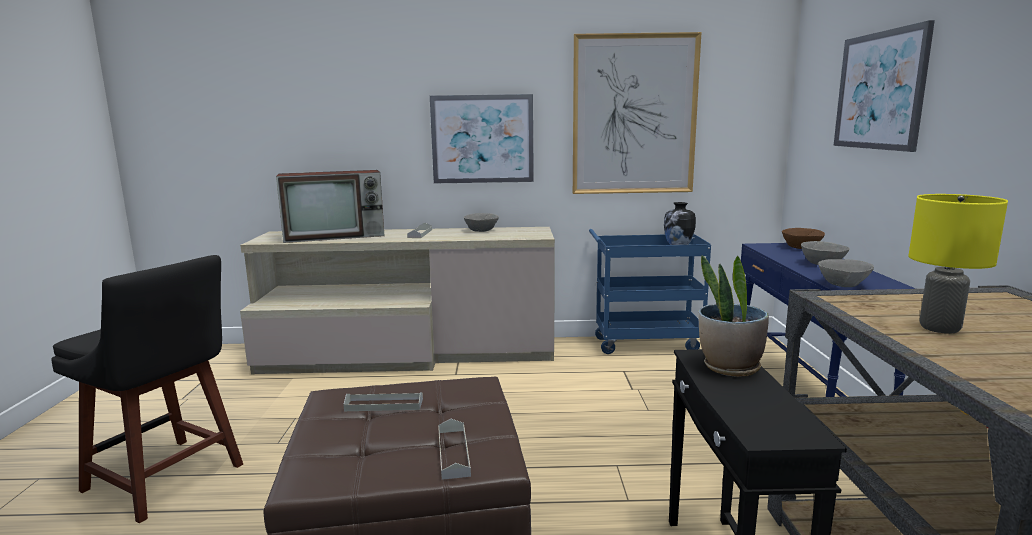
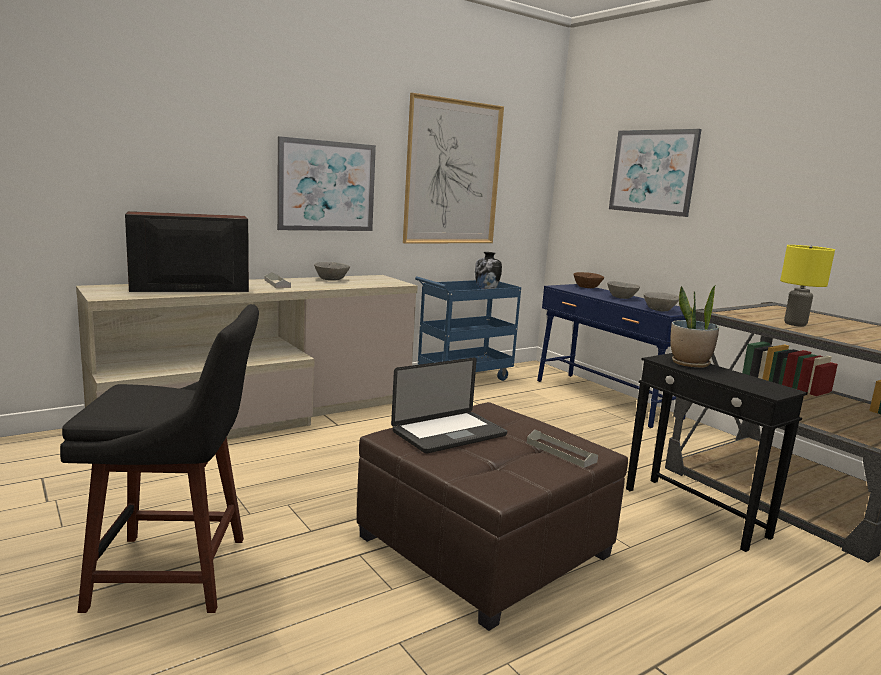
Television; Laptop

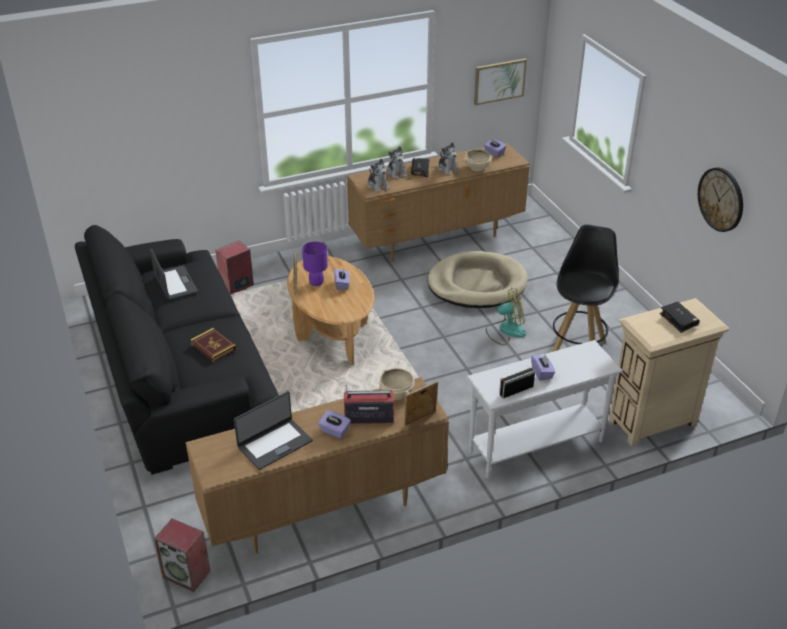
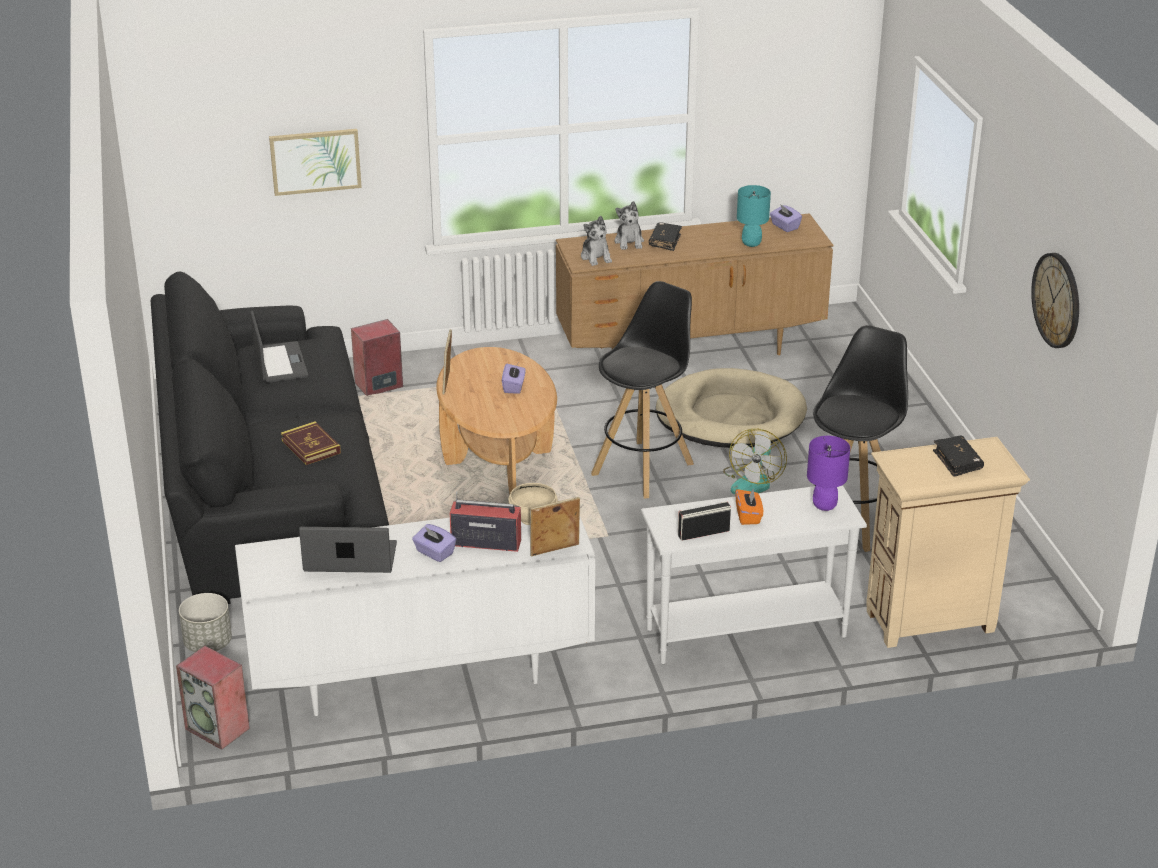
WhiteDresser; Laptop (2nd from left); PurpleTableLamp; PlushToy (3rd from left in the first image); TurquoiseTableLamp; Picture; Fan; OrangeTissueBox; GreyPlanter; BlackStool (1st from left)

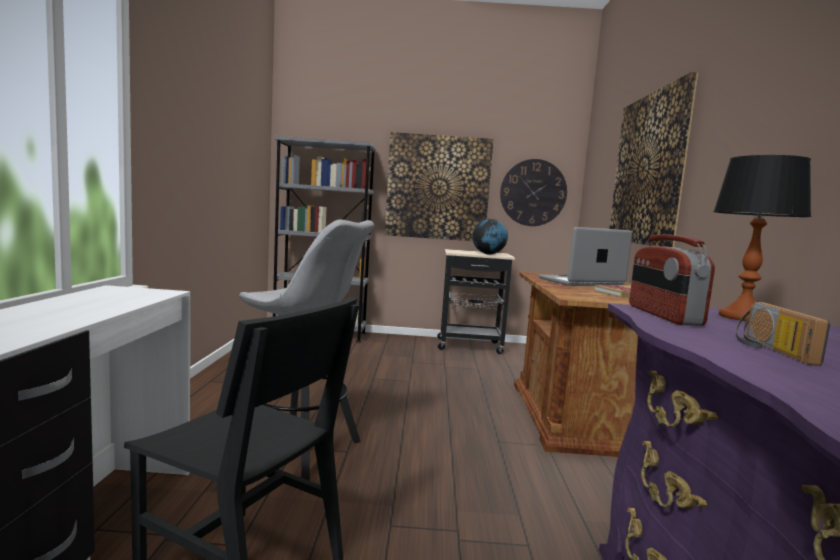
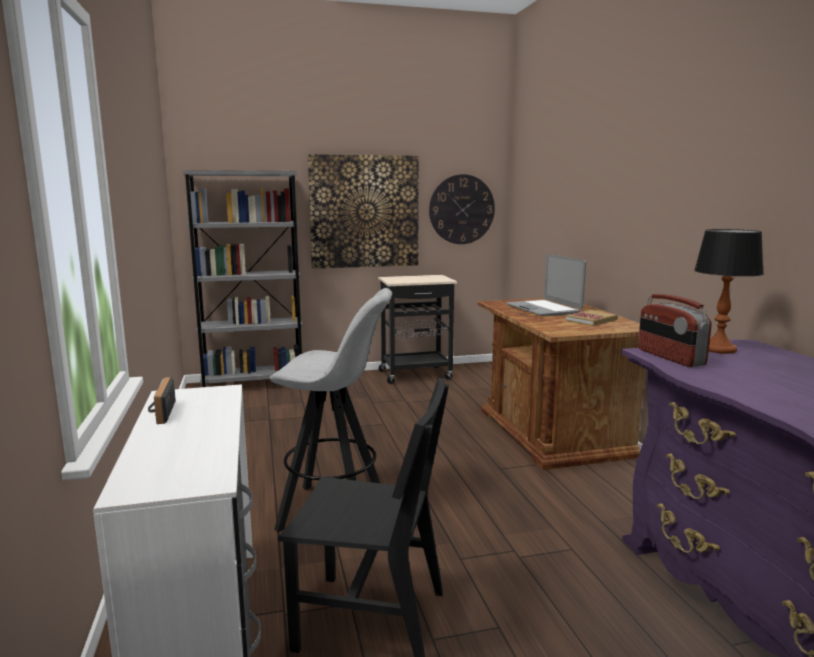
Globe; Laptop; Picture (2nd from left in the first image); Radio (1st from left)

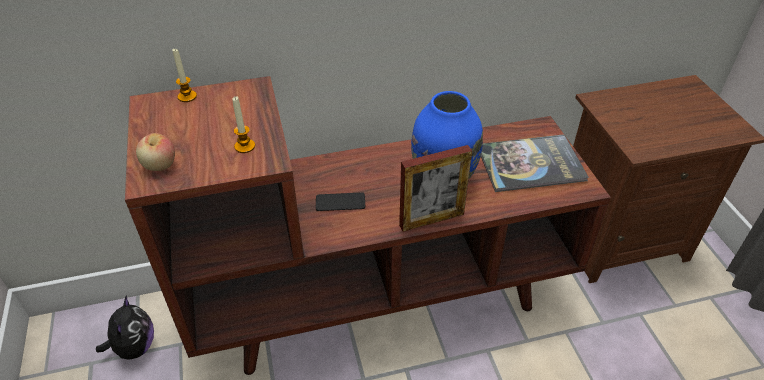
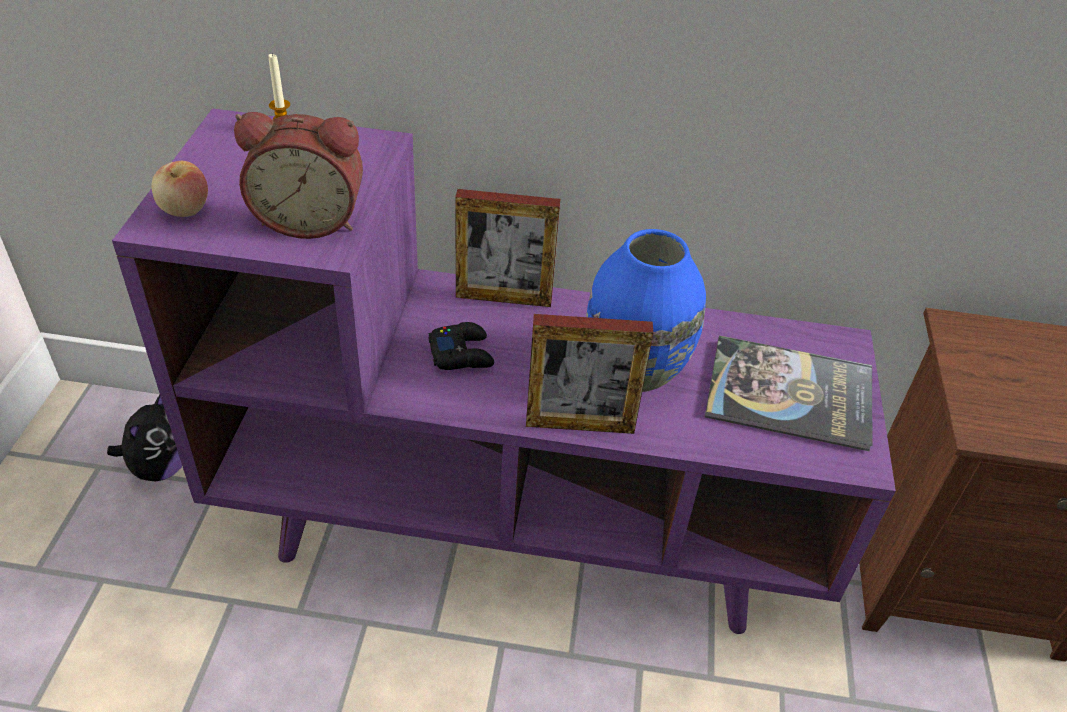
PurpleTvStand; AlarmClock; BlackGameController; PictureFrame (1st from left)

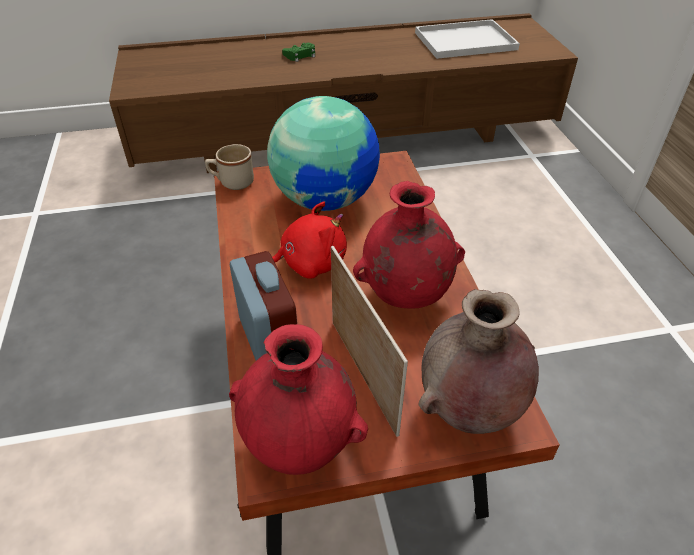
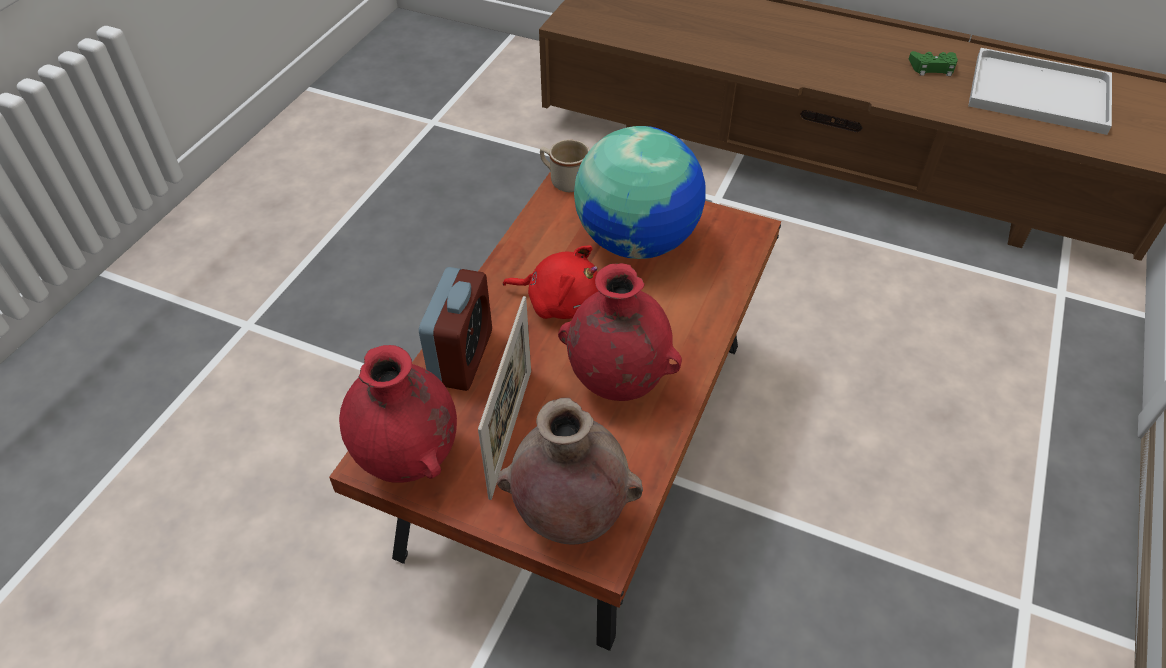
GreenGameController

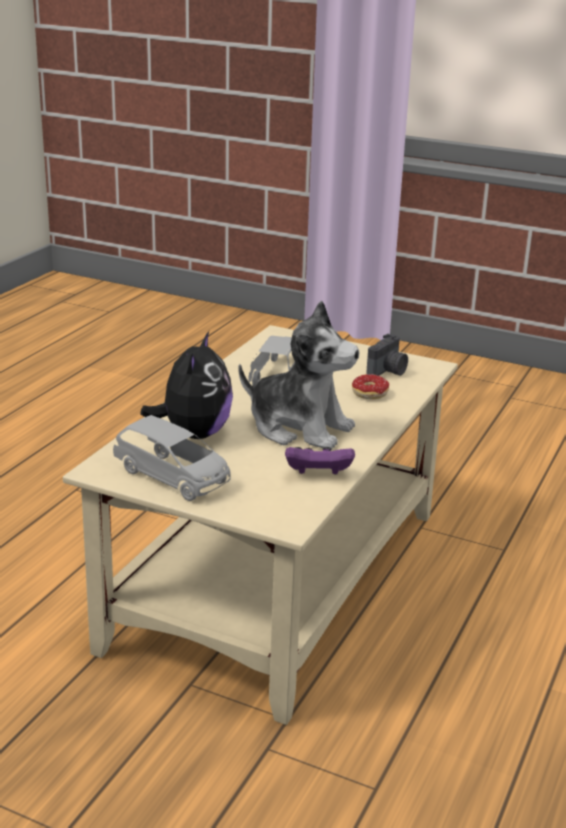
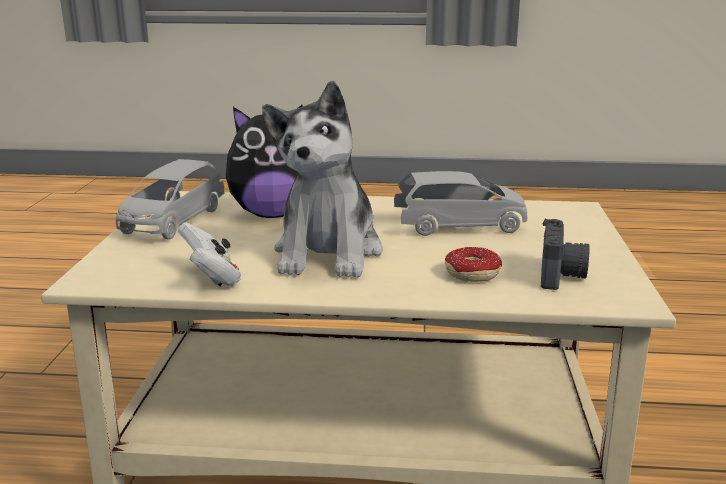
WhiteGameController; PhotoCamera

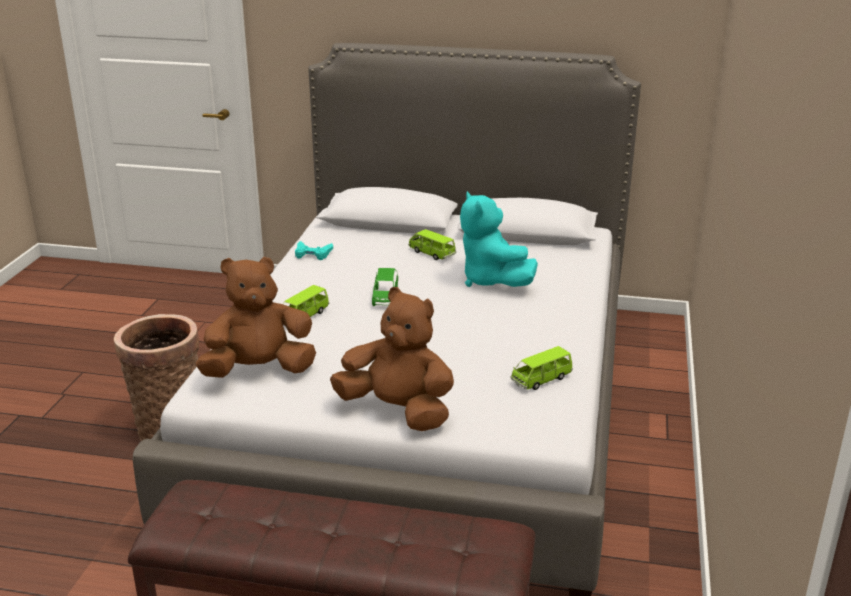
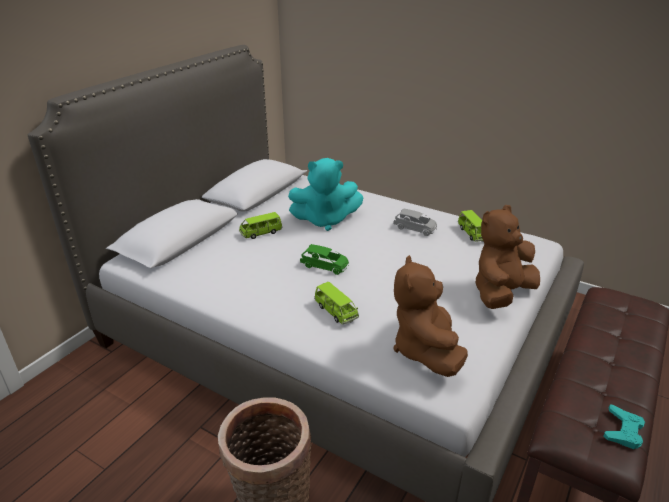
TurquoiseGameController; GreyToyCar

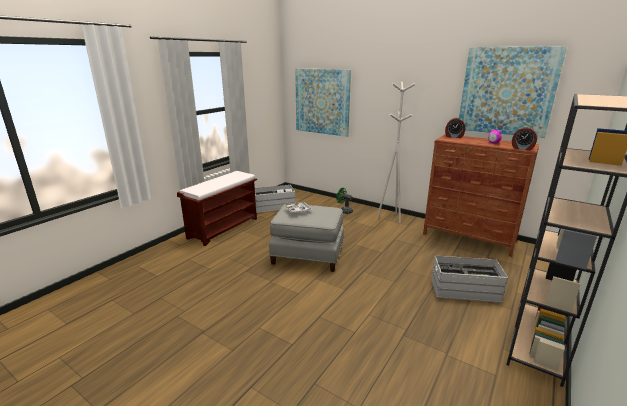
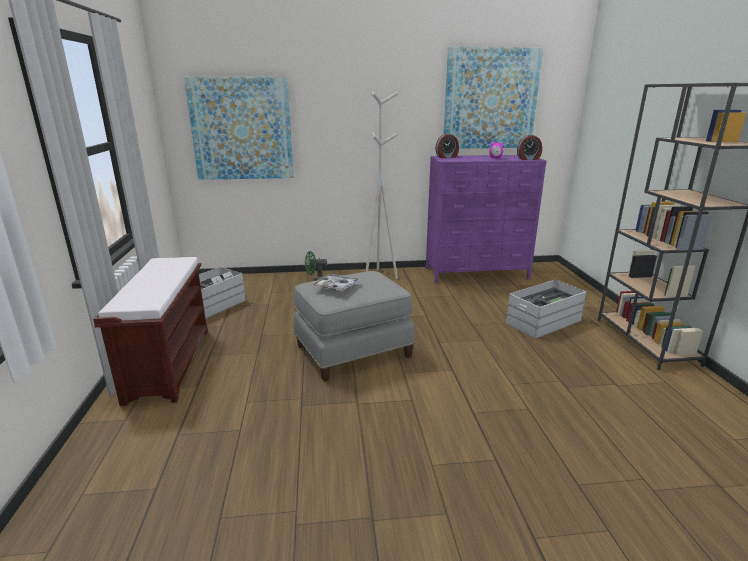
PurpleDresser

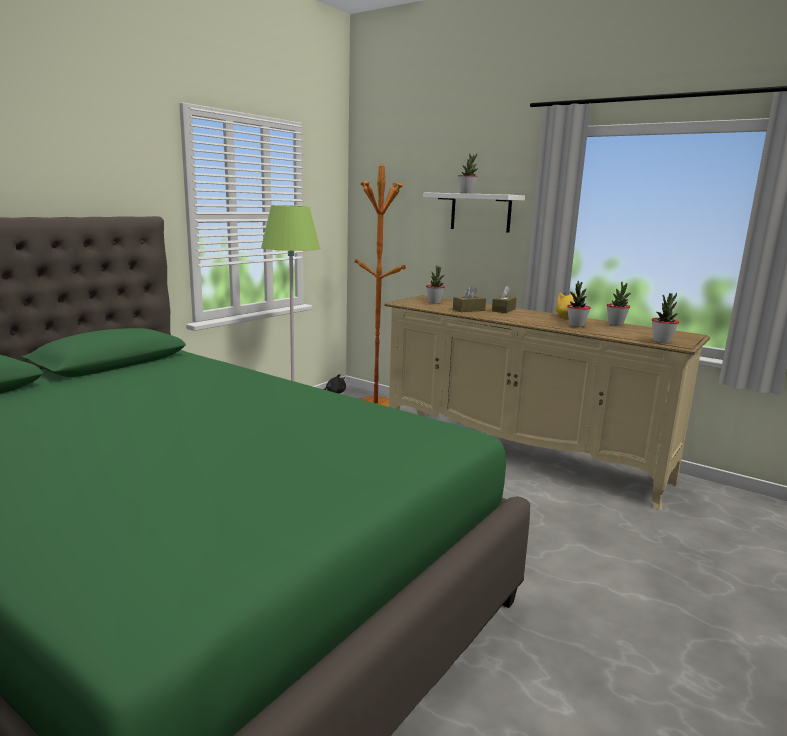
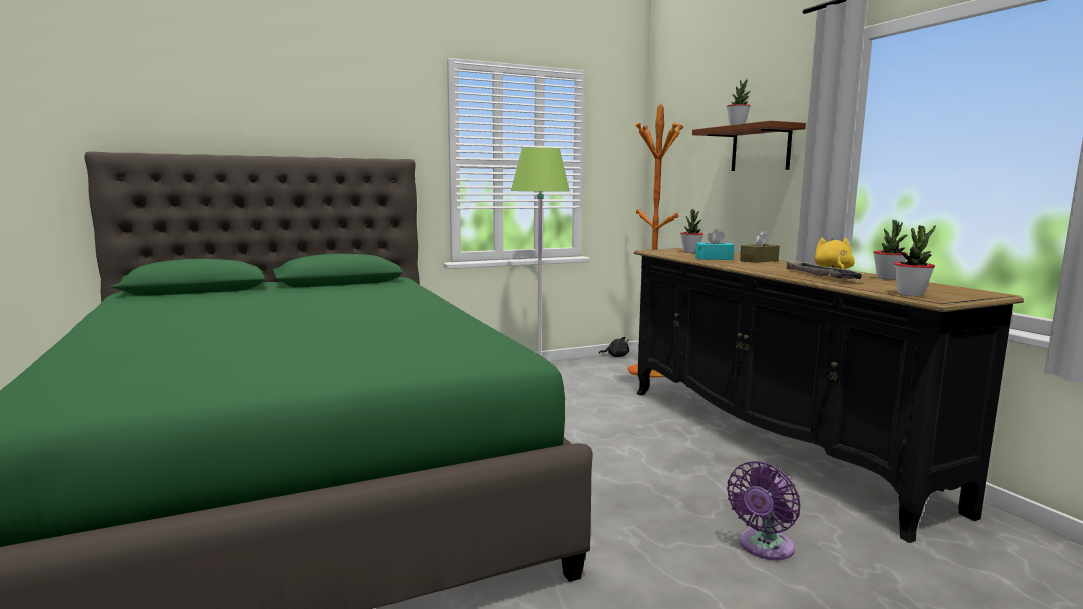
BlackDresser; BrownShelf; TurquoiseTissueBox; Tray; PurpleFan

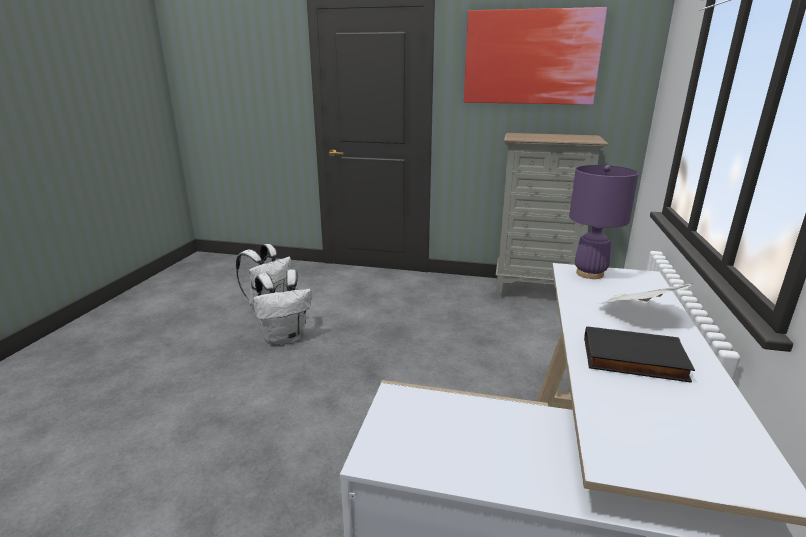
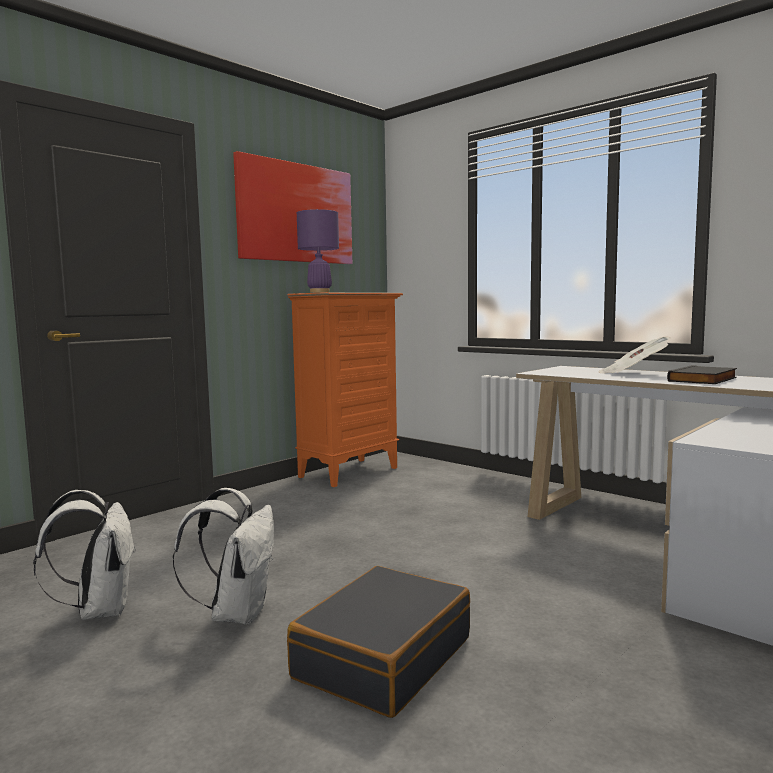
OrangeDresser; PurpleTableLamp; BlackSuitcase

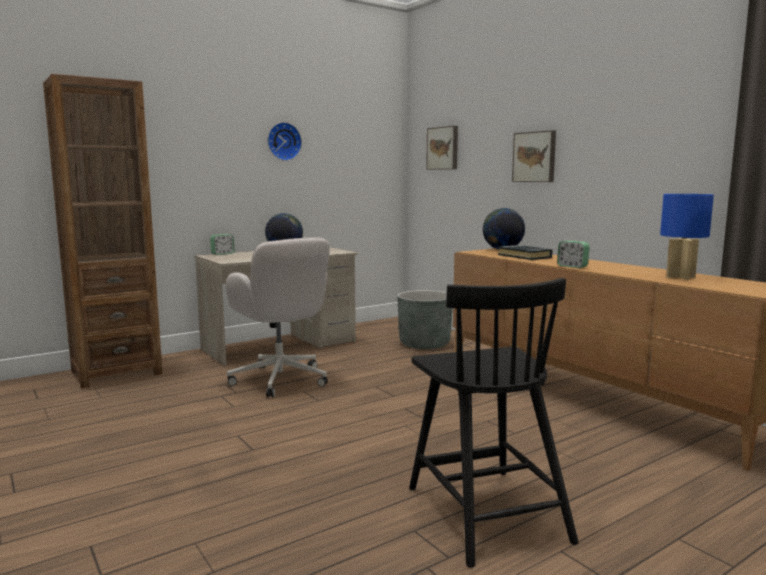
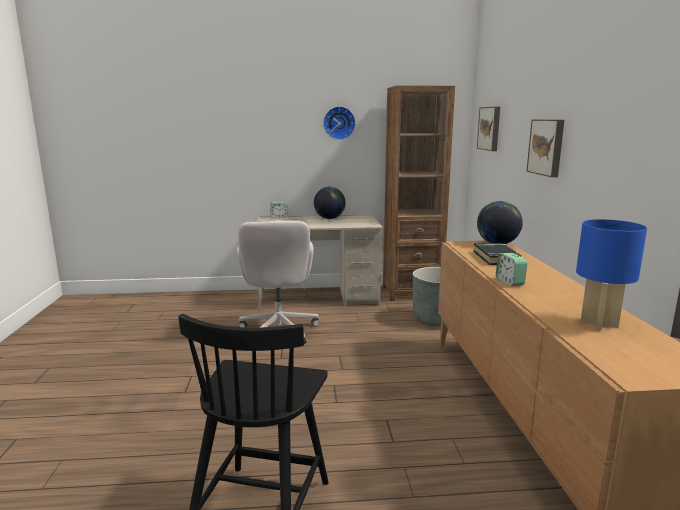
BrownBookcase

